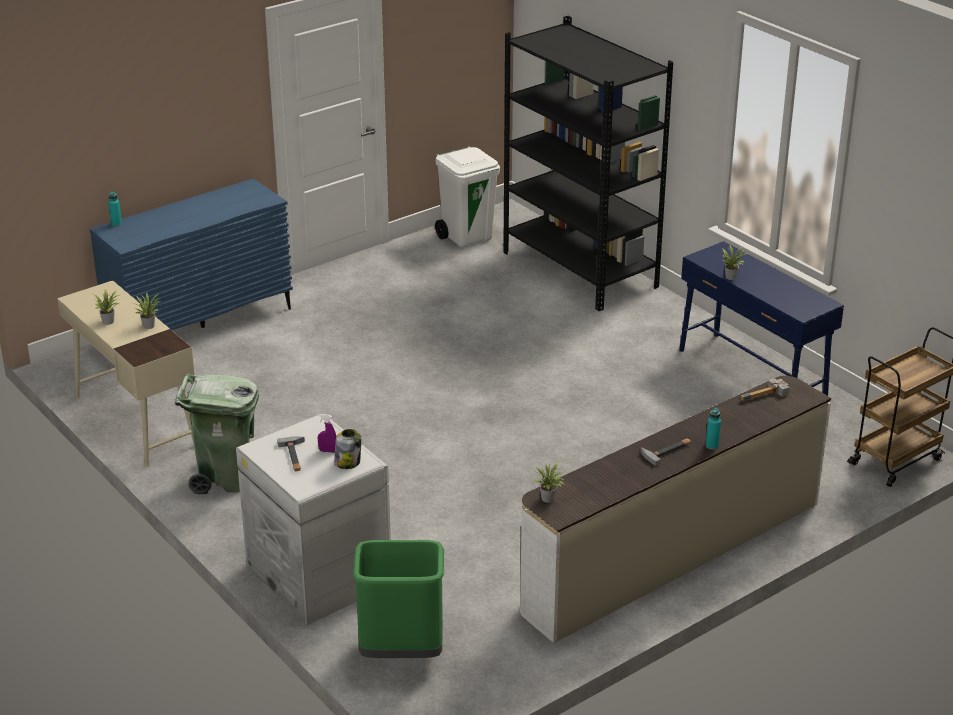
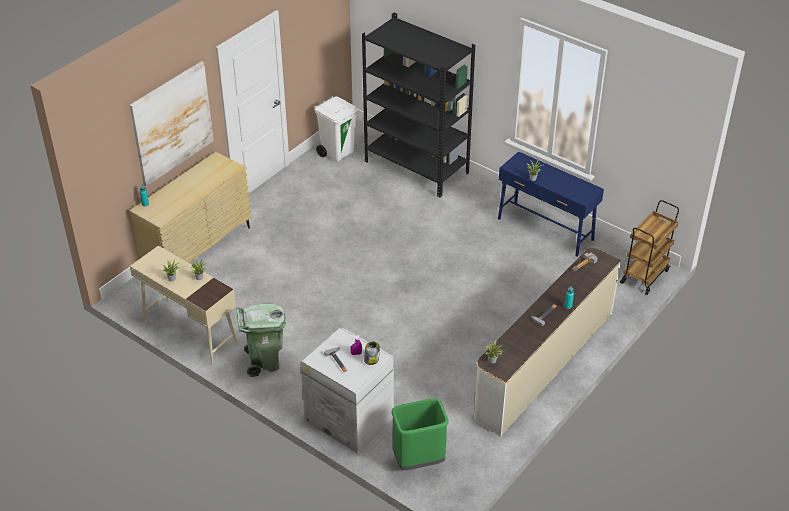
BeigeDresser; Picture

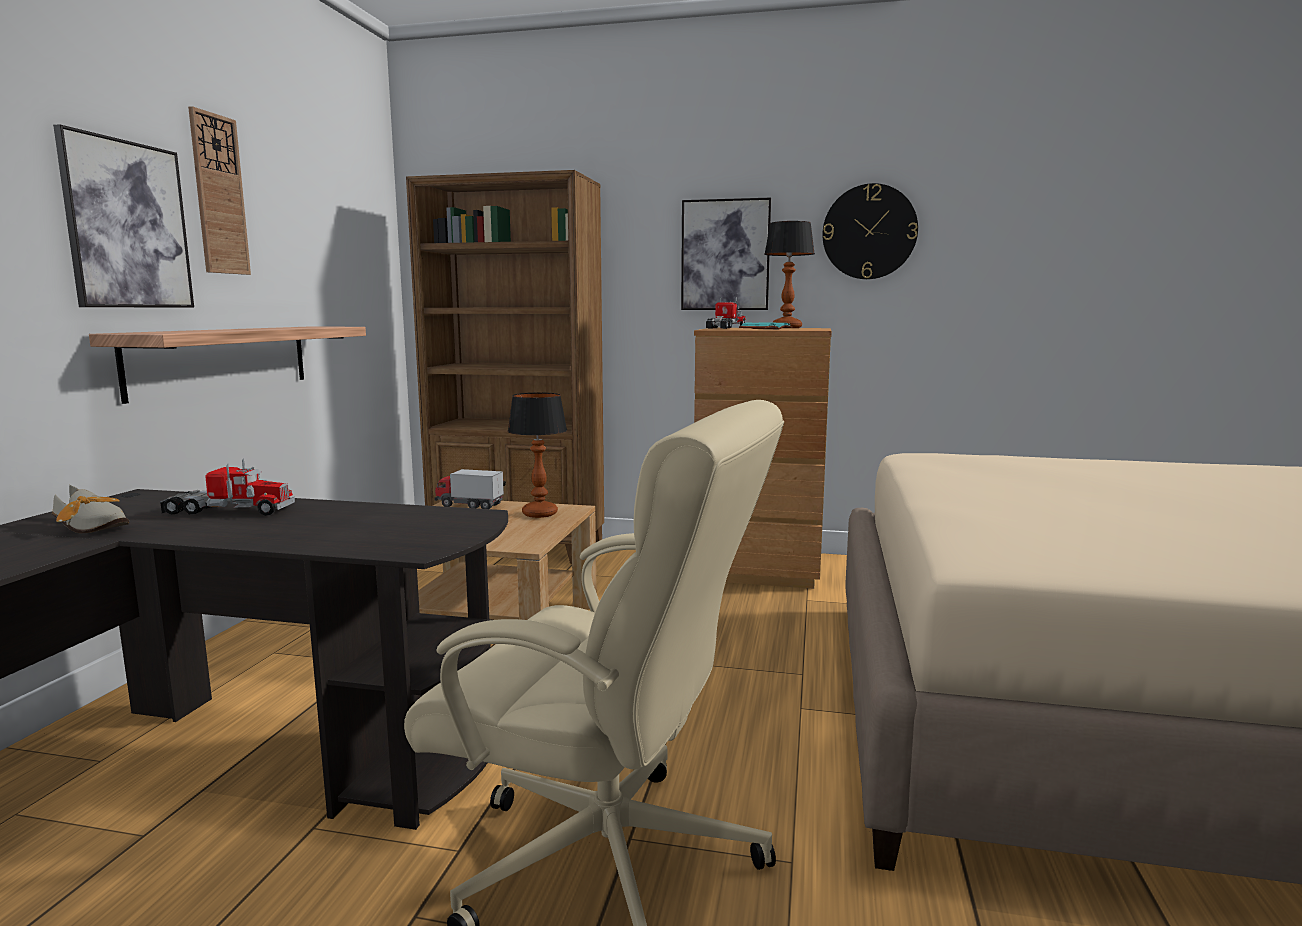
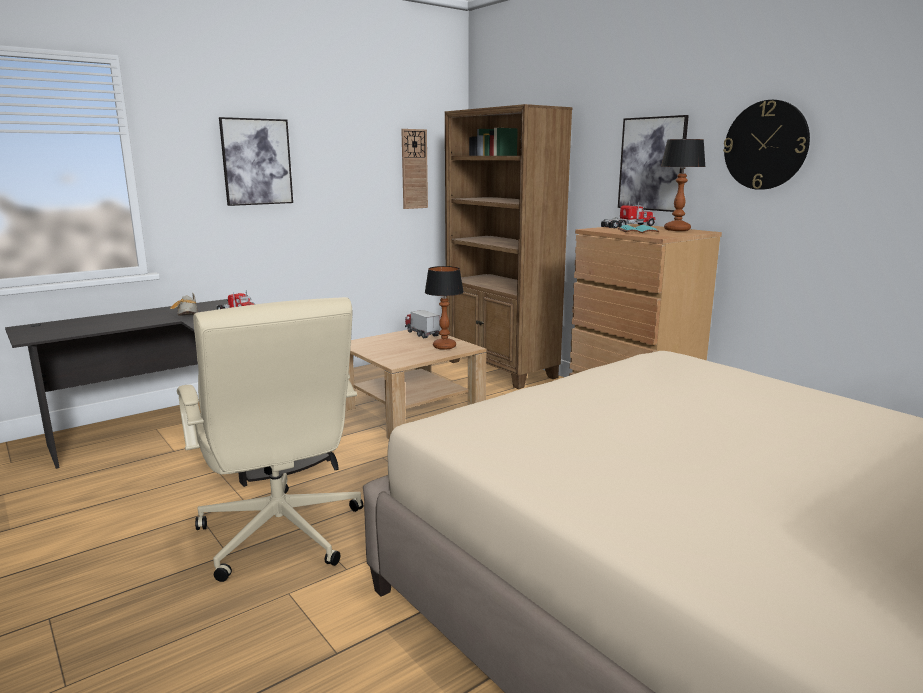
Shelf; WallClock (1st from left)

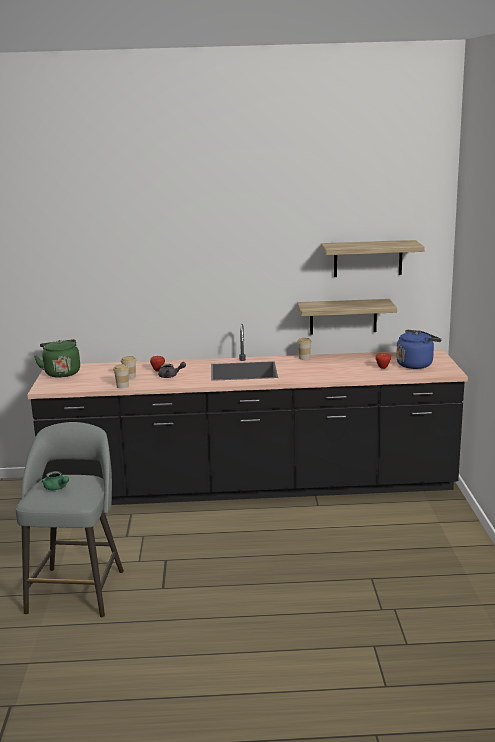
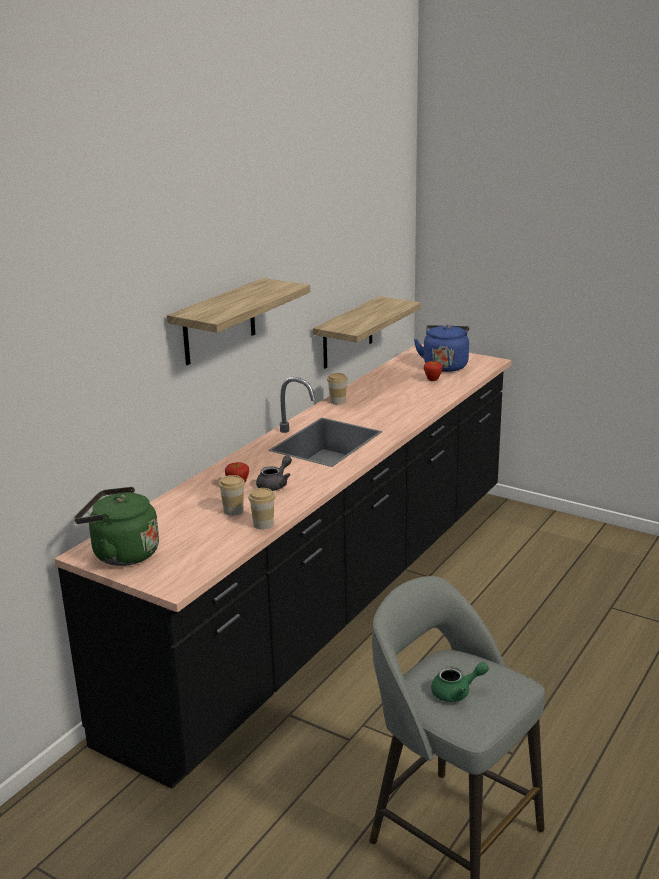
Shelf (1st from left)

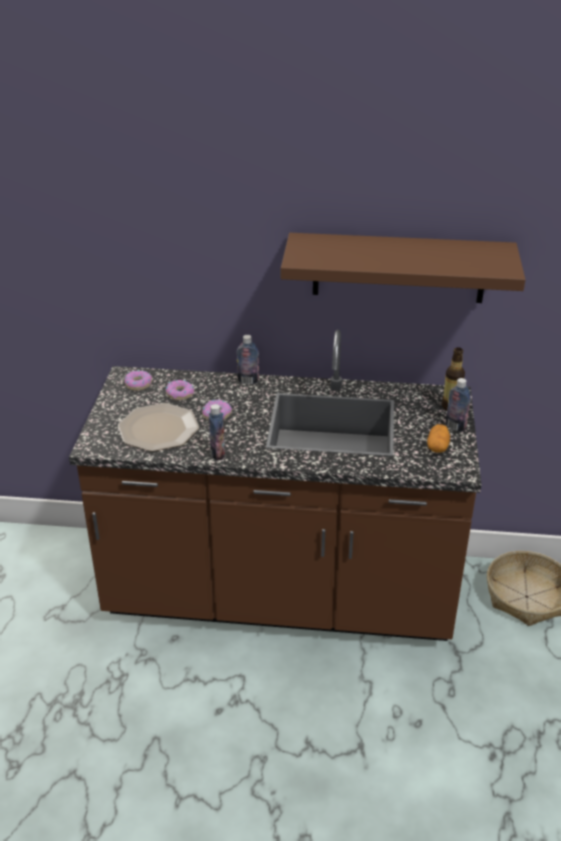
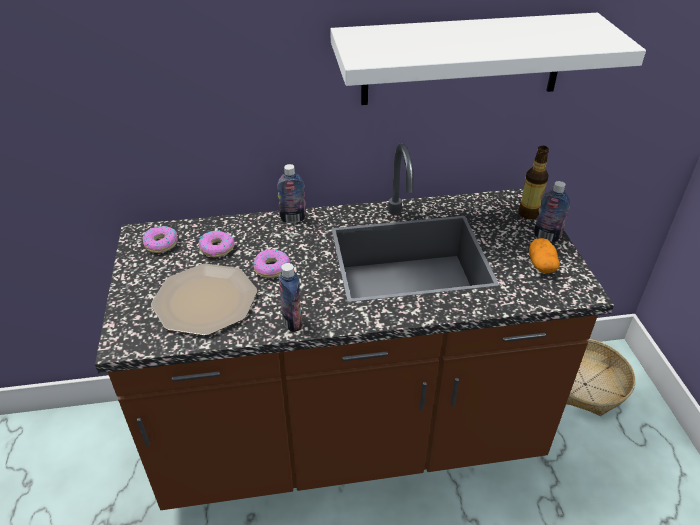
WhiteShelf

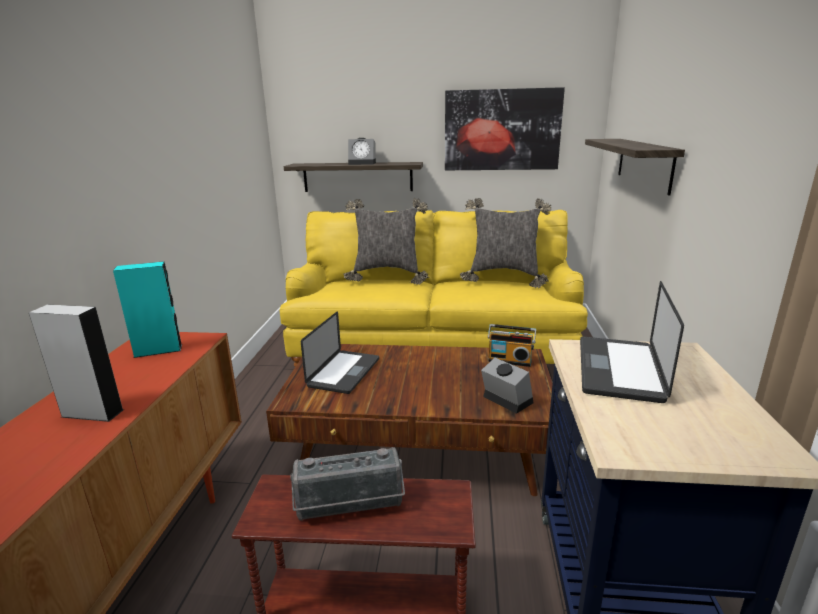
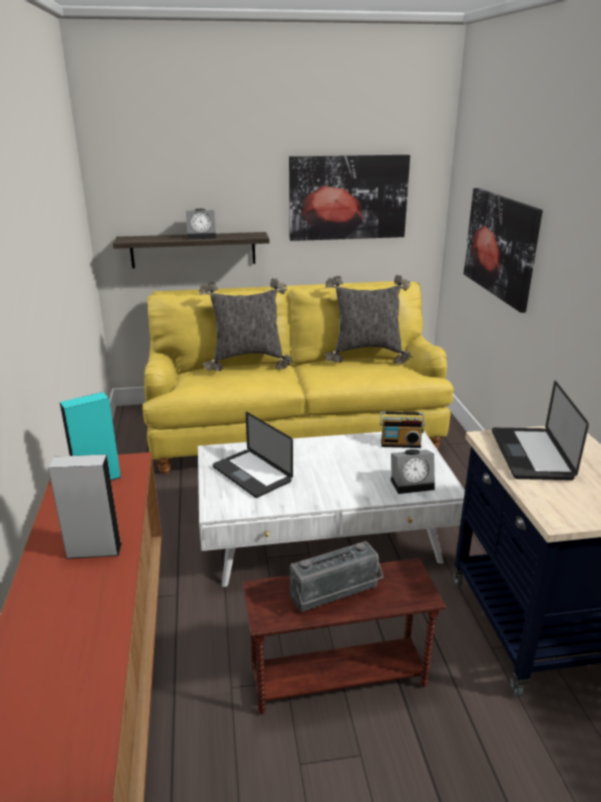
WhiteCoffeeTable; Laptop (1st from left); AlarmClock (2nd from left); Picture (2nd from left)

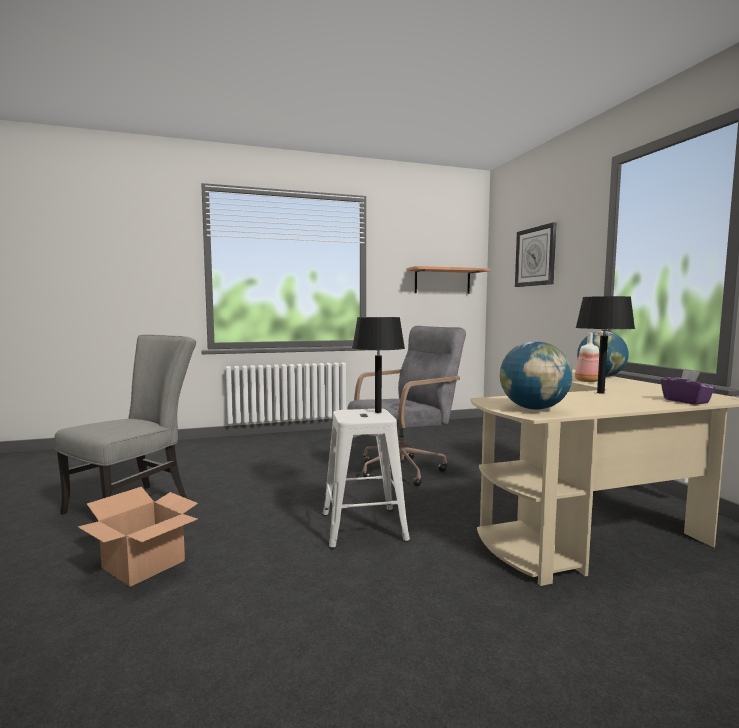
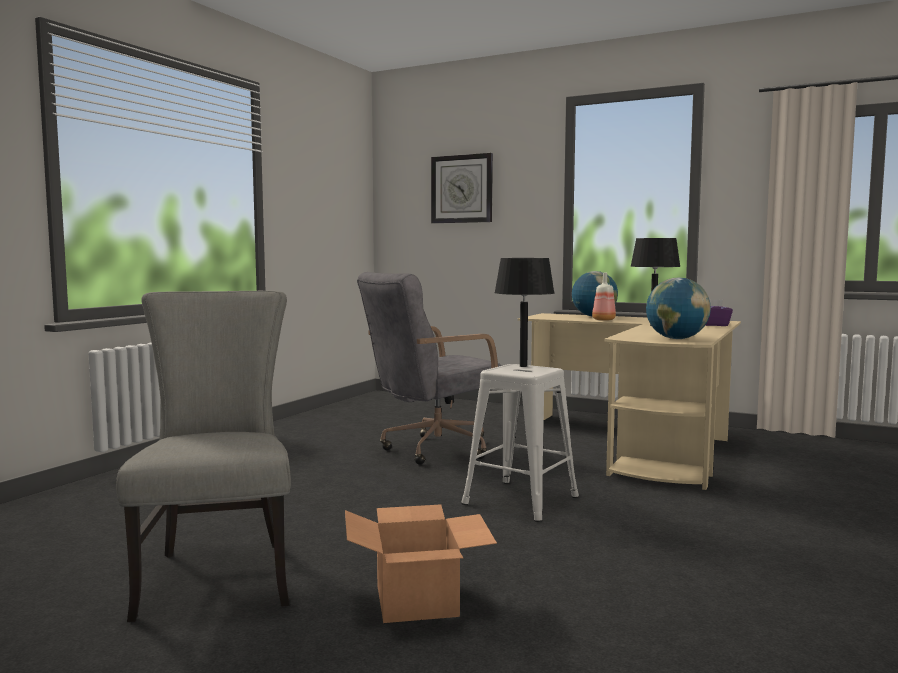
GreyOfficeChair; Shelf

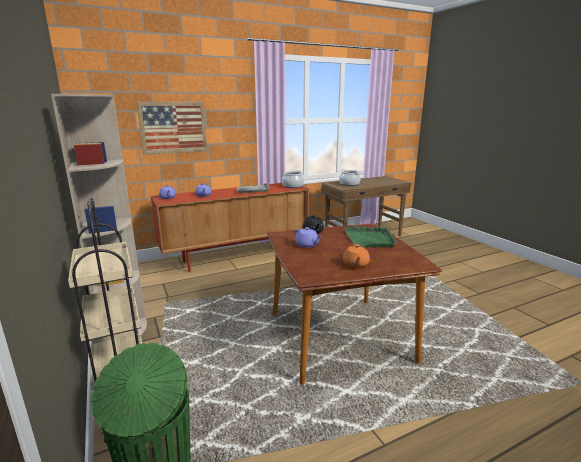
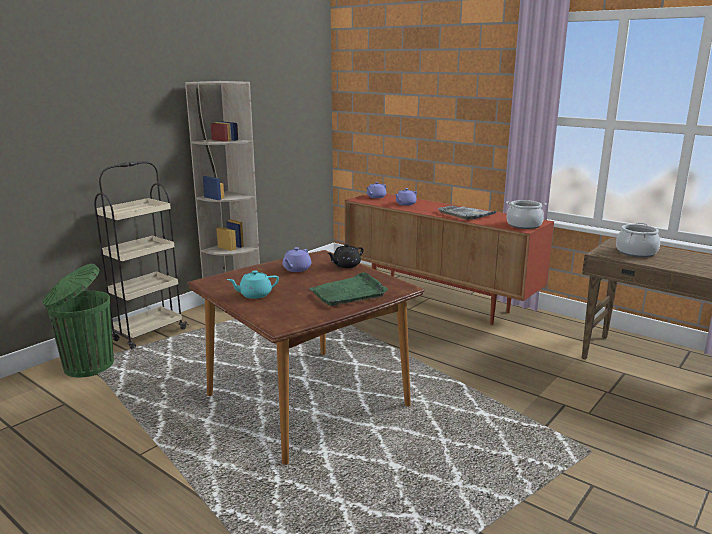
Picture; TurquoiseTeapot

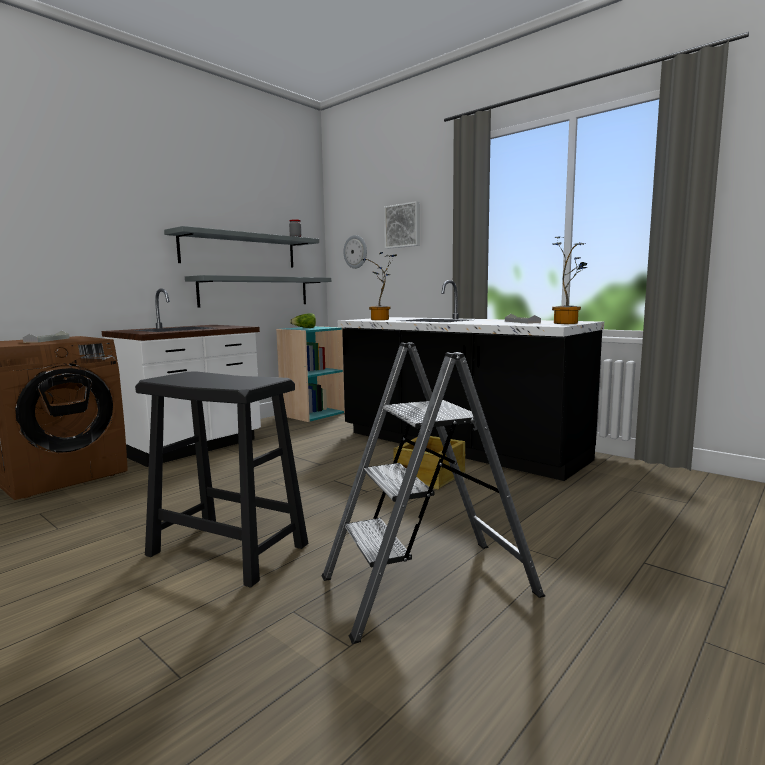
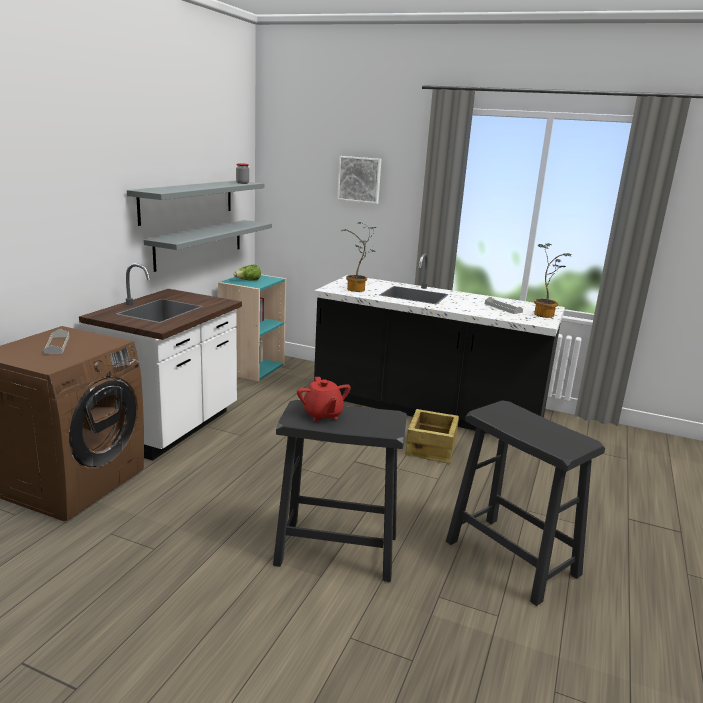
BlackStool (2nd from left); WallClock; RedTeapot

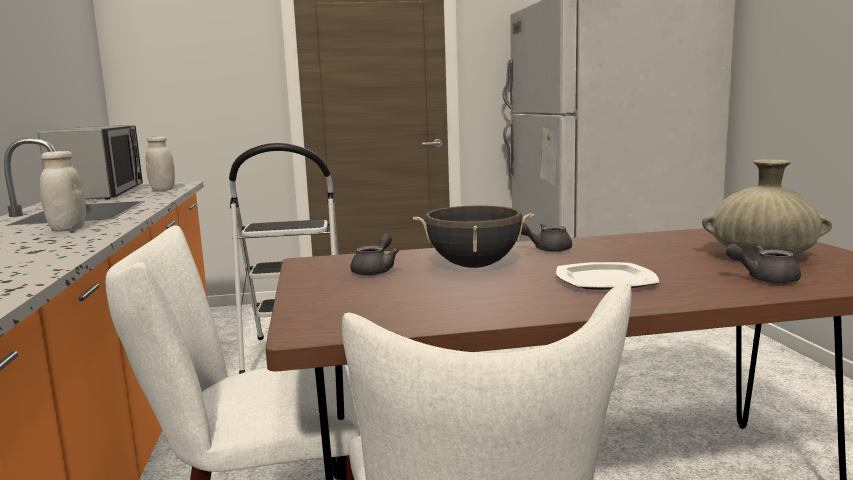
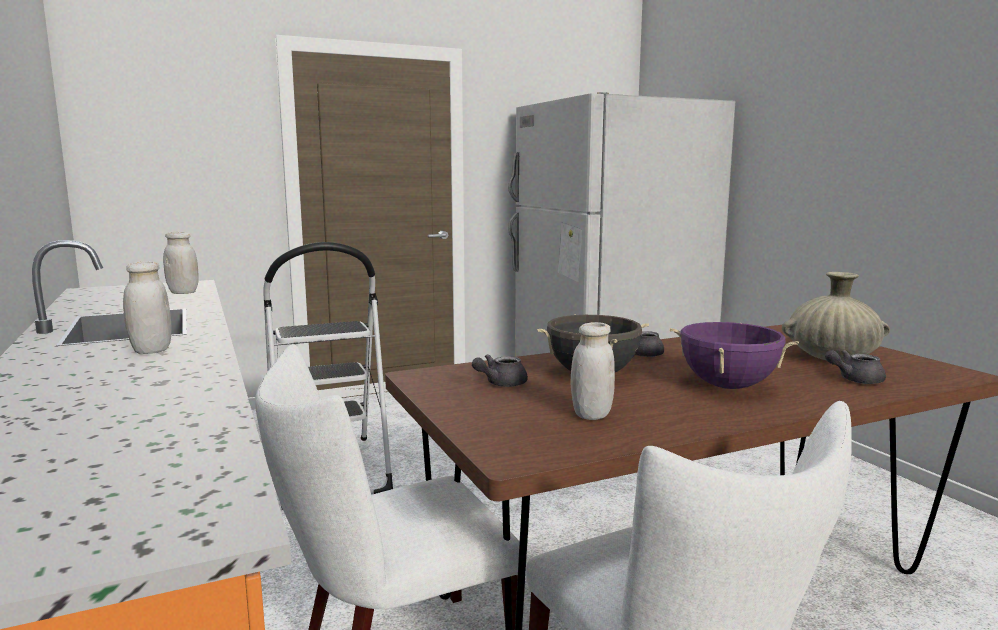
Microwave; GreyTeapot (1st from left); PurpleCookingPot; WhiteJar (3rd from left)

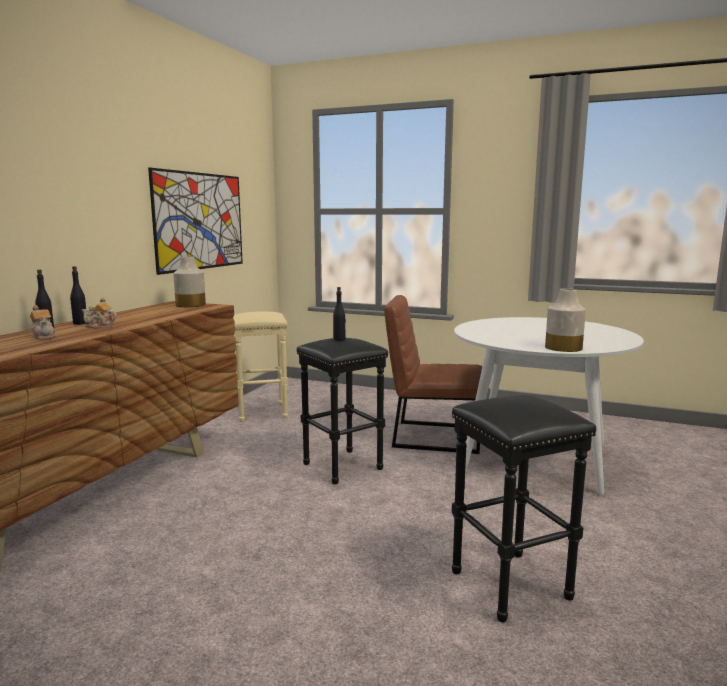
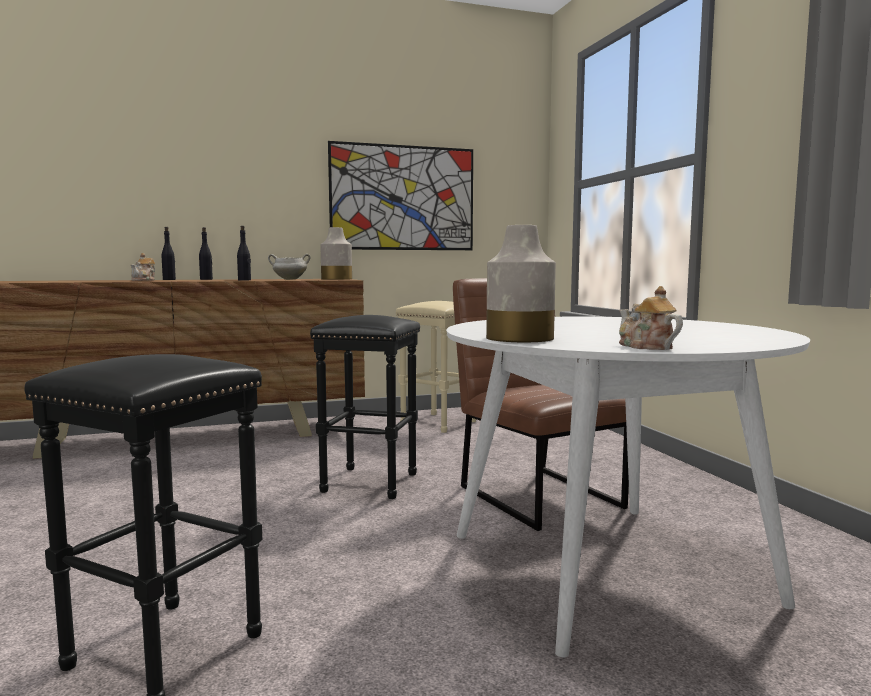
Teapot (2nd from left); BlackBottle (3rd from left); WhiteCookingPot

